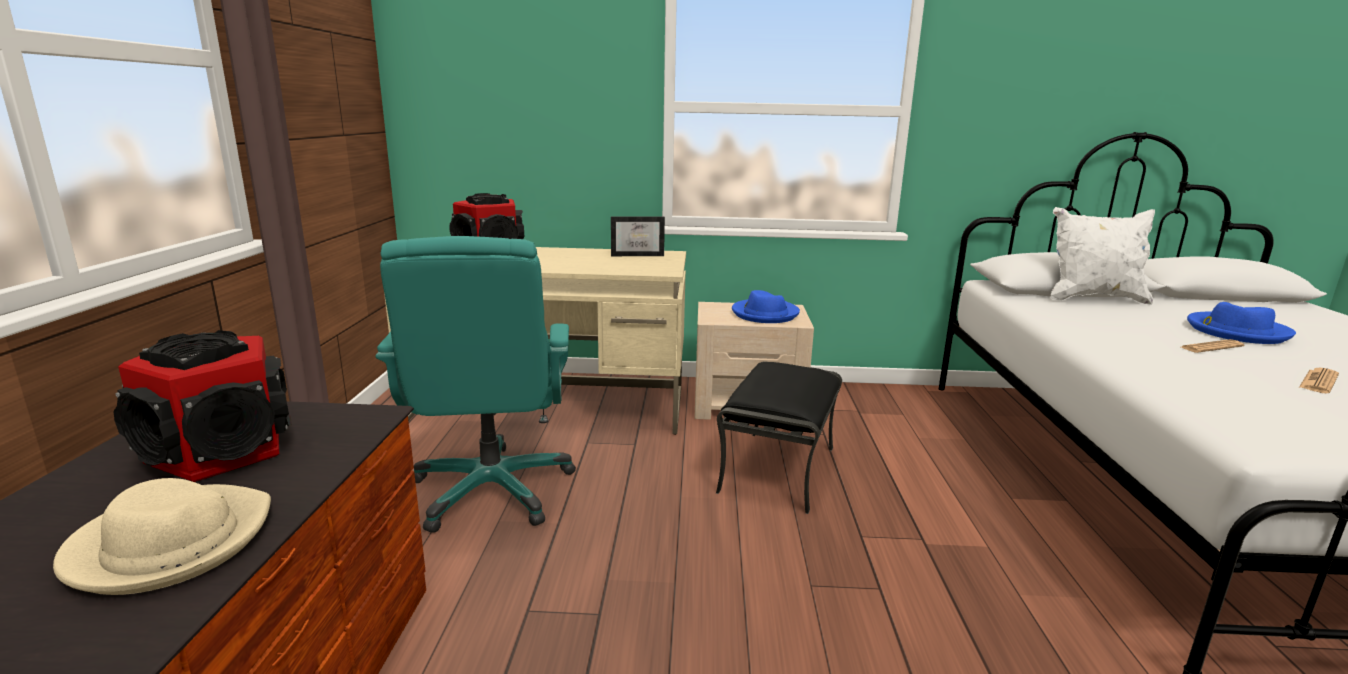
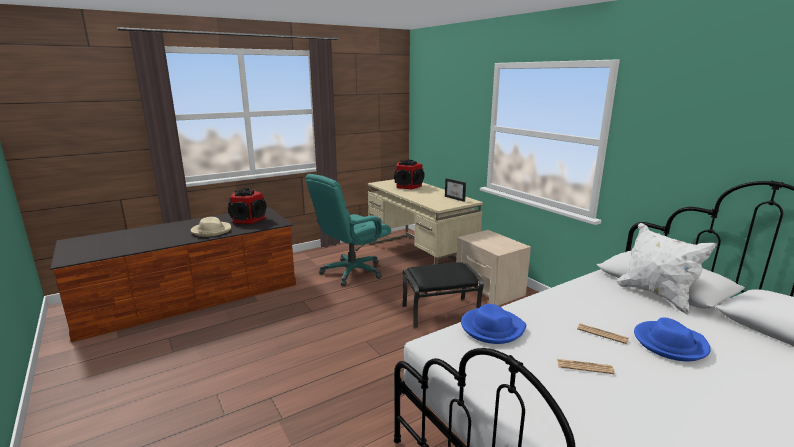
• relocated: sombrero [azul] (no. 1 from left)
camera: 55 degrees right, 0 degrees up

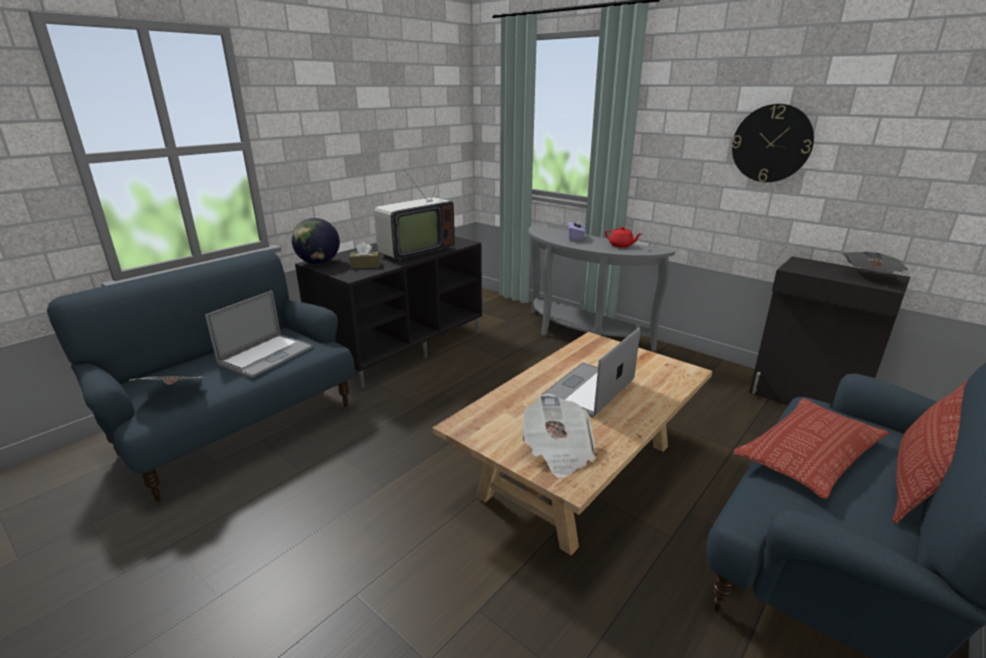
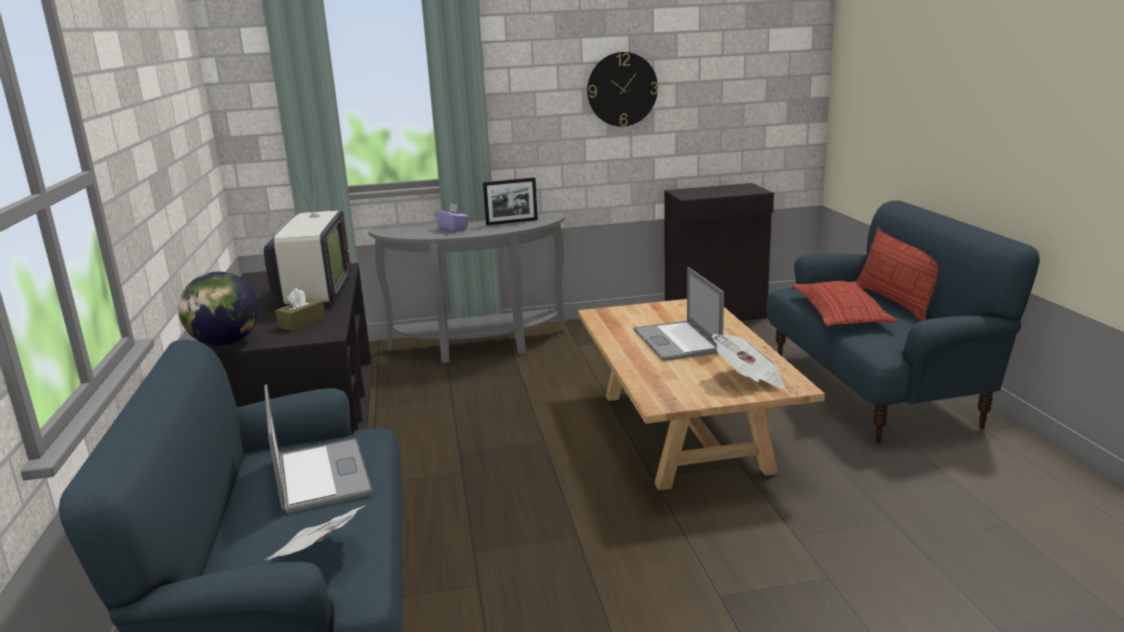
• exchanged: tetera [rojo] to portarretratos
• missing: periódico (no. 3 from left)
camera: 50 degrees left, 5 degrees down

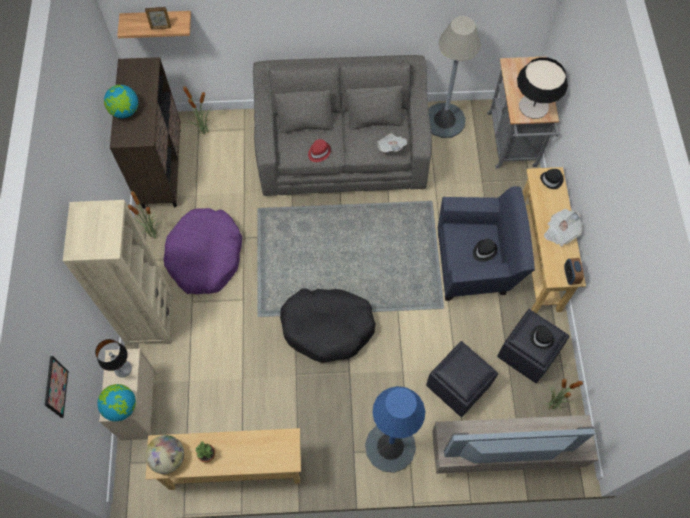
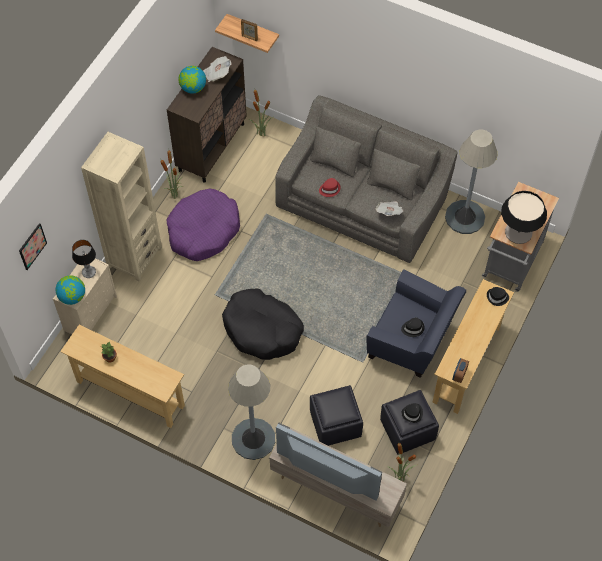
• relocated: periódico (no. 2 from left in the first image) to periódico (no. 1 from left)
• colour: lámpara de pie [azul] to lámpara de pie [gris] (no. 1 from left)
• missing: globo terráqueo (no. 3 from left)
camera: 30 degrees right, 5 degrees down

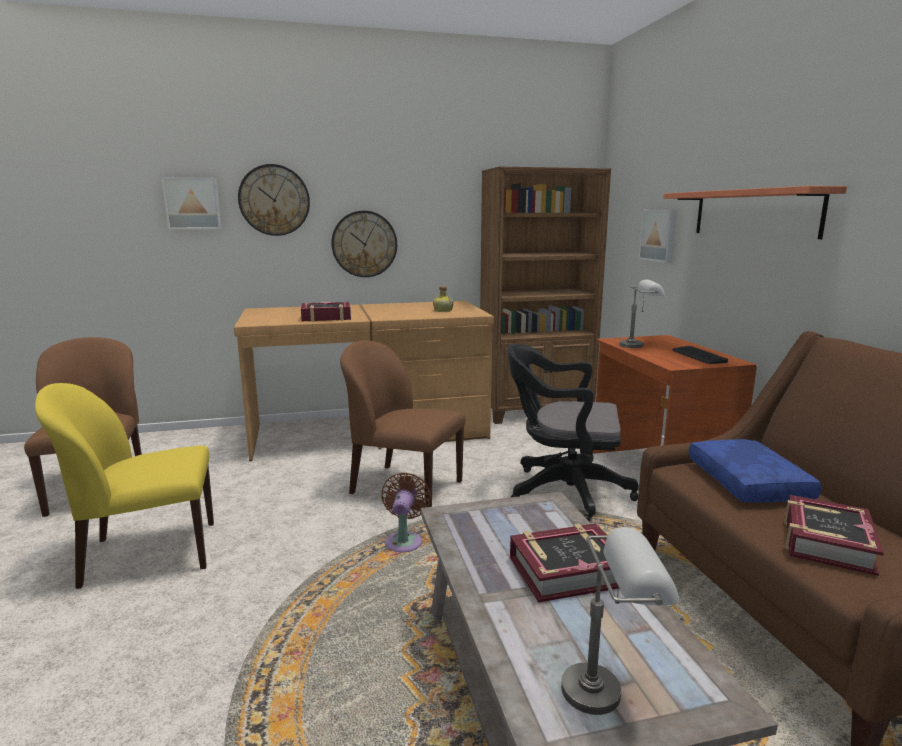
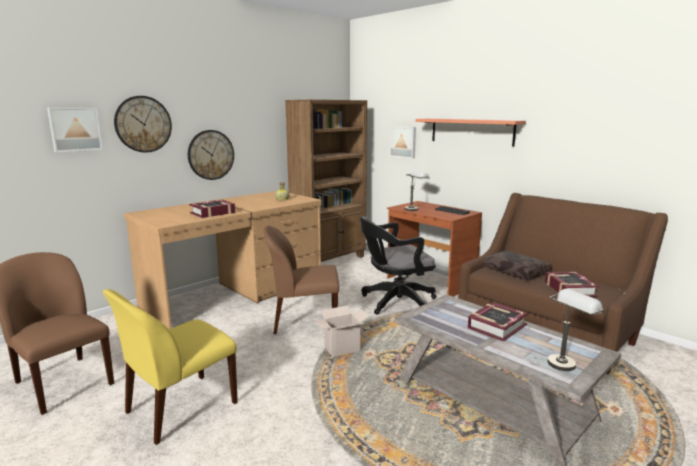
• exchanged: ventilador [marrón] to caja de cartón
• colour: cojín [azul] to cojín [marrón]
camera: 30 degrees left, 0 degrees up

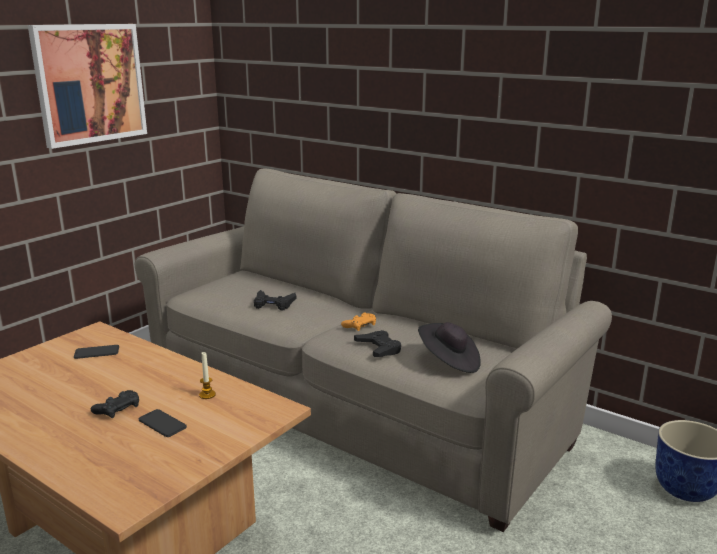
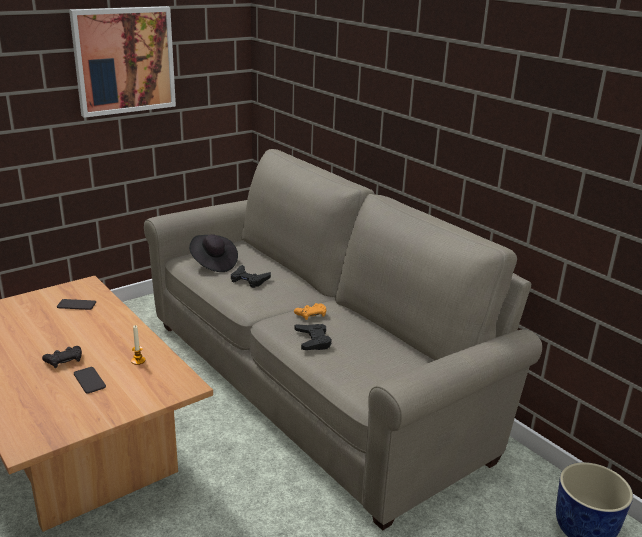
• relocated: sombrero [negro]
camera: 15 degrees right, 5 degrees up

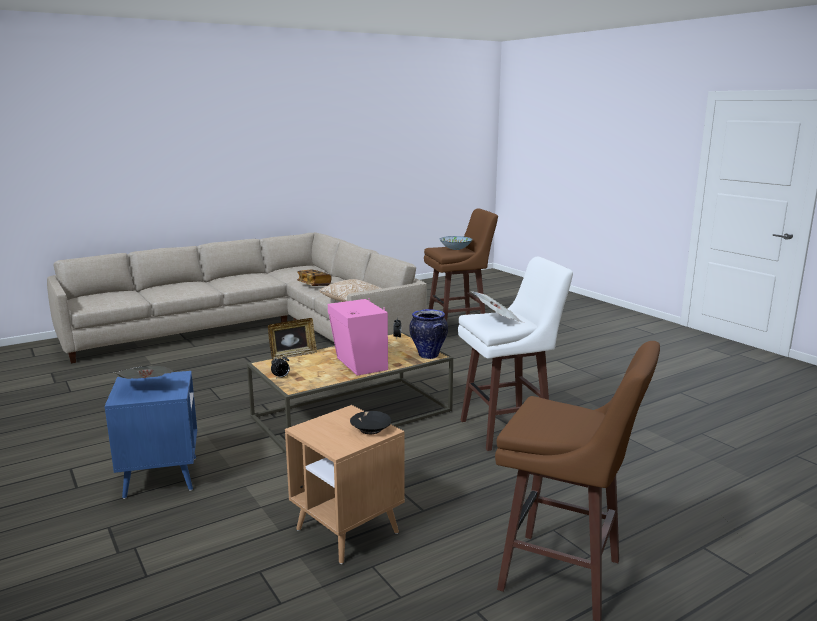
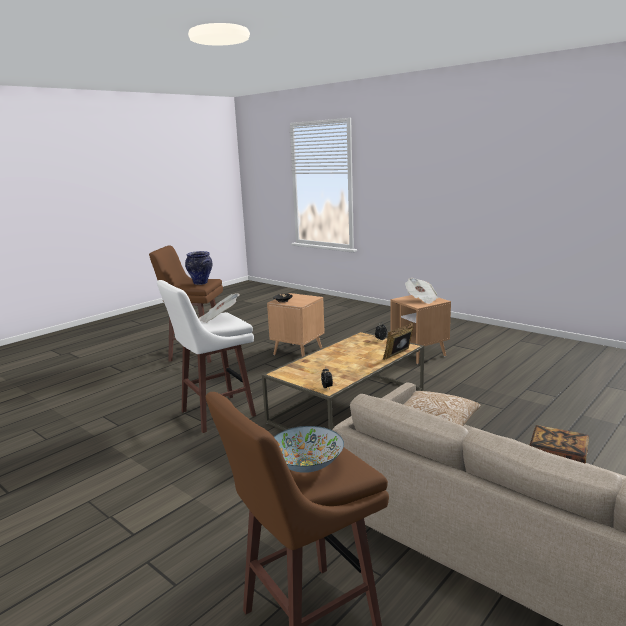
• relocated: florero
• colour: mesa auxiliar [azul] to mesa auxiliar [marrón] (no. 2 from left)
• missing: altavoz [rosa]
camera: 165 degrees right, 0 degrees up

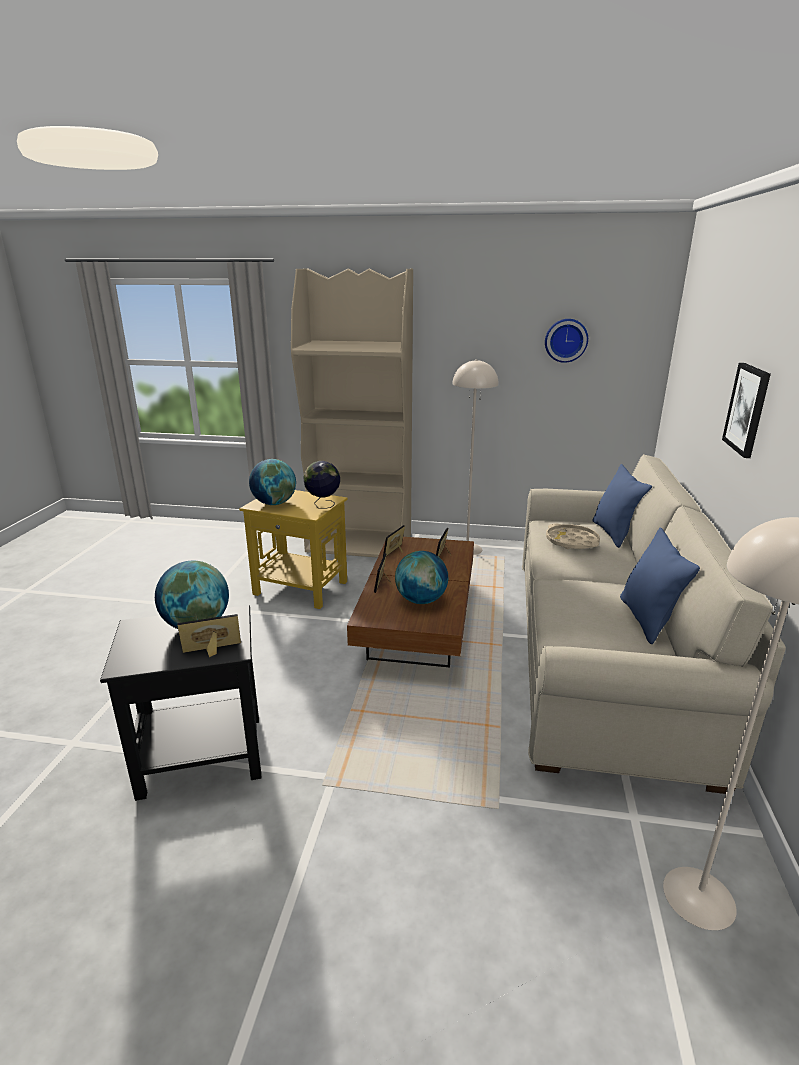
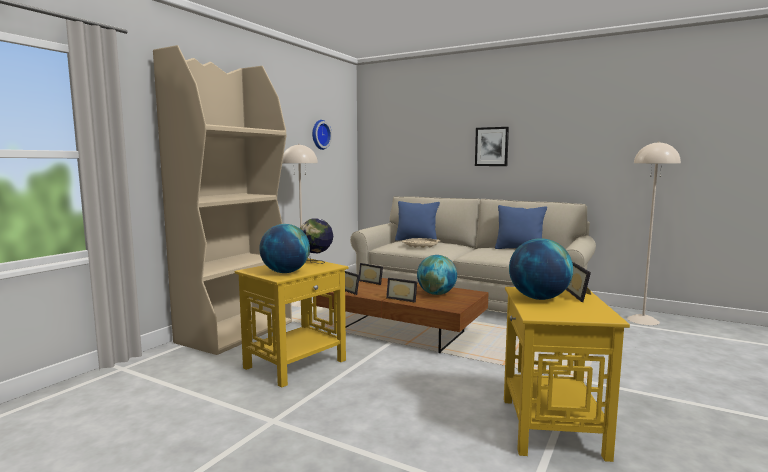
• colour: mesa auxiliar [negro] to mesa auxiliar [amarillo] (no. 2 from left)
camera: 70 degrees left, 15 degrees down

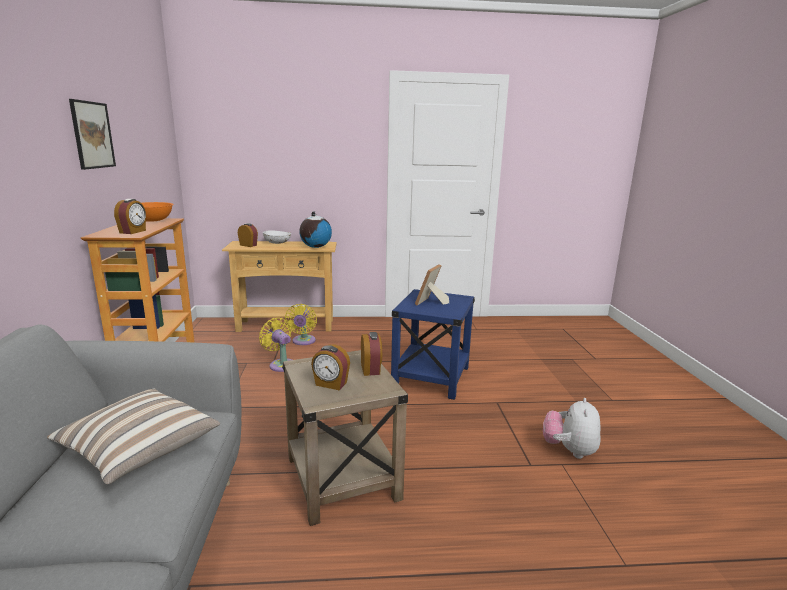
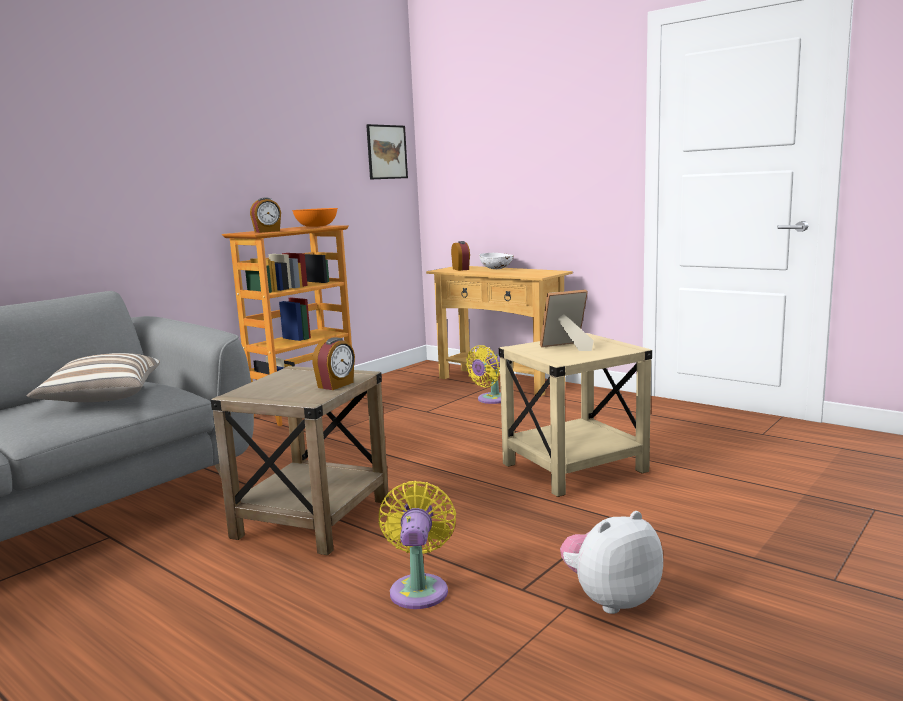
• relocated: cuadro
• relocated: ventilador [amarillo] (no. 1 from left)
• colour: mesa auxiliar [azul] to mesa auxiliar [beis] (no. 2 from left)
• missing: globo terráqueo
• missing: despertador (no. 3 from left)
camera: 45 degrees right, 5 degrees down

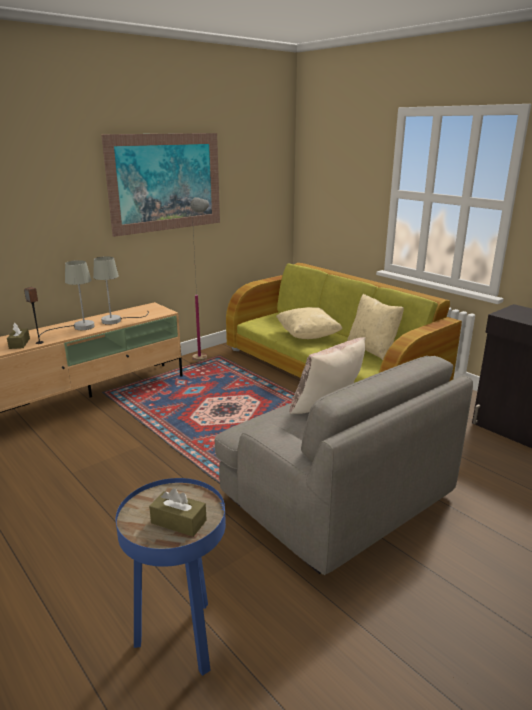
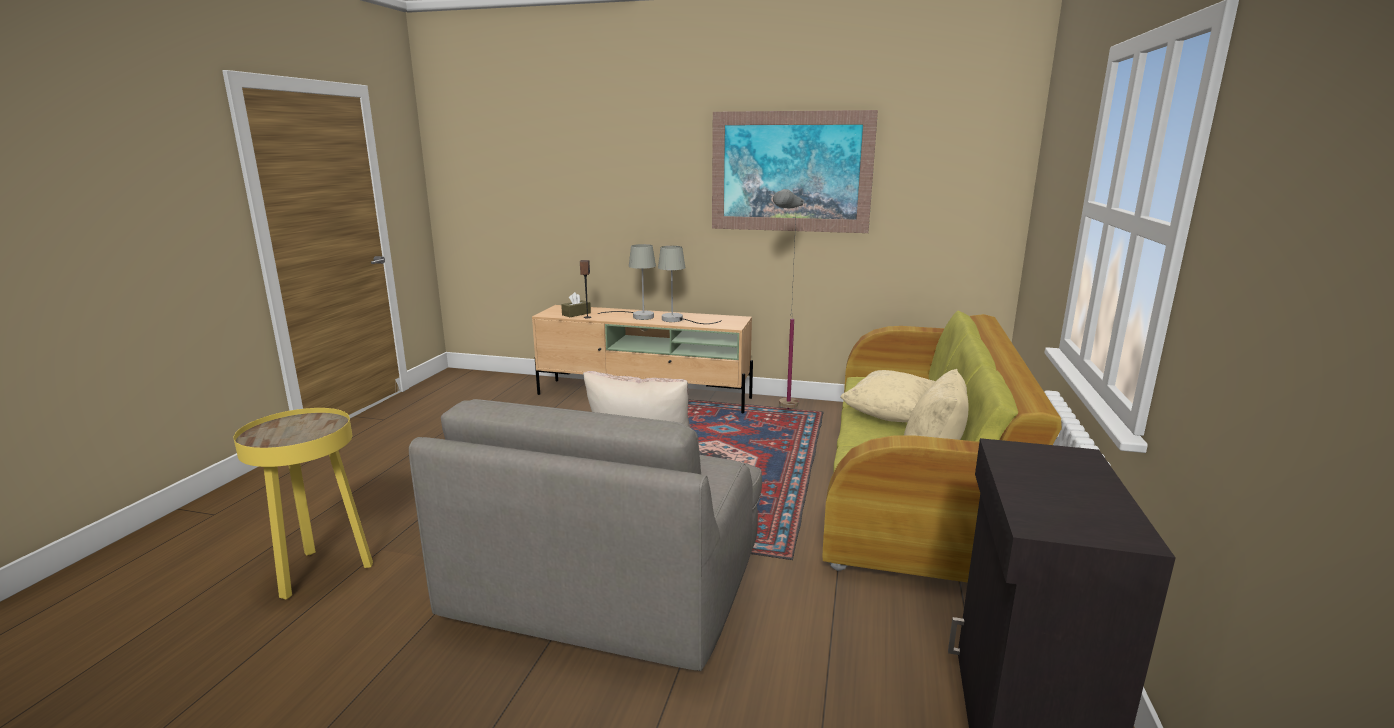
• colour: mesa auxiliar [azul] to mesa auxiliar [amarillo]
• missing: caja de pañuelos [marrón] (no. 2 from left)
camera: 55 degrees right, 5 degrees down

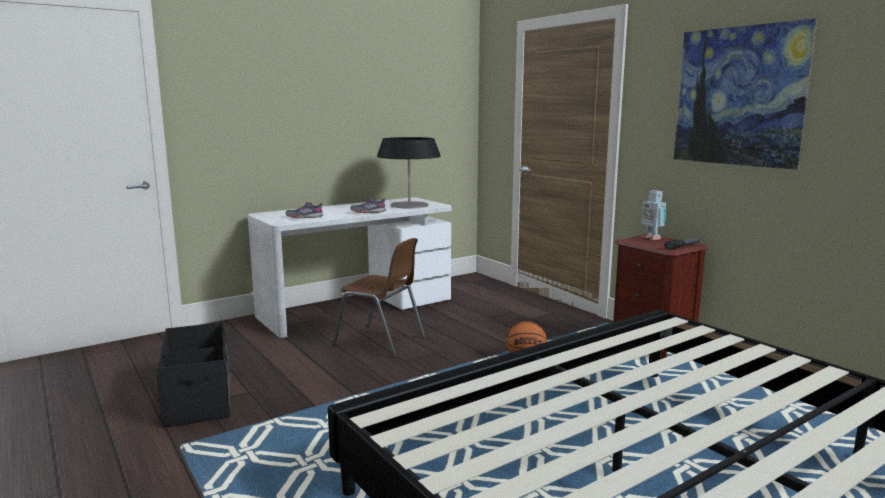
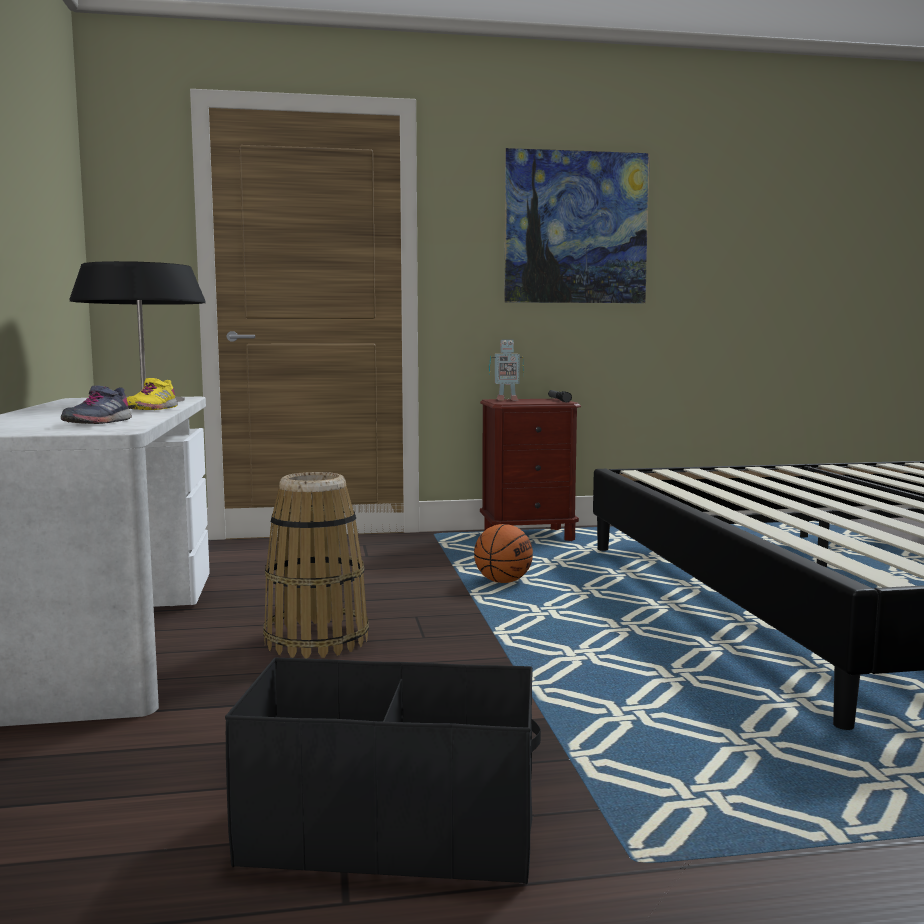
• colour: zapato [gris] (no. 2 from left) to zapato [amarillo]
• exchanged: silla [marrón] to cesta
camera: 65 degrees left, 5 degrees down

